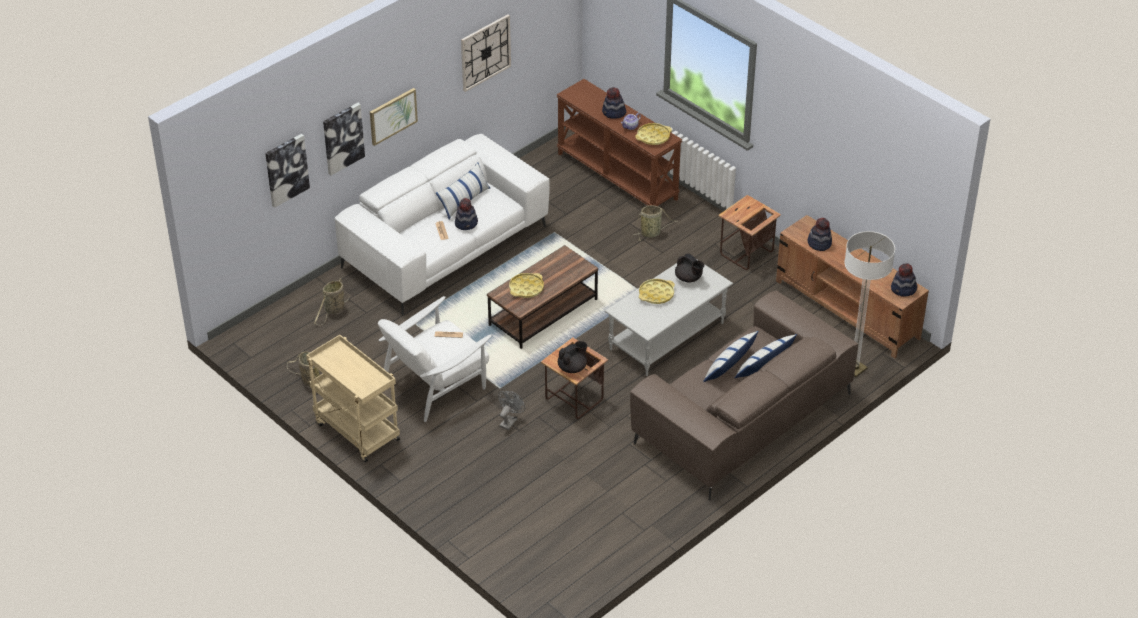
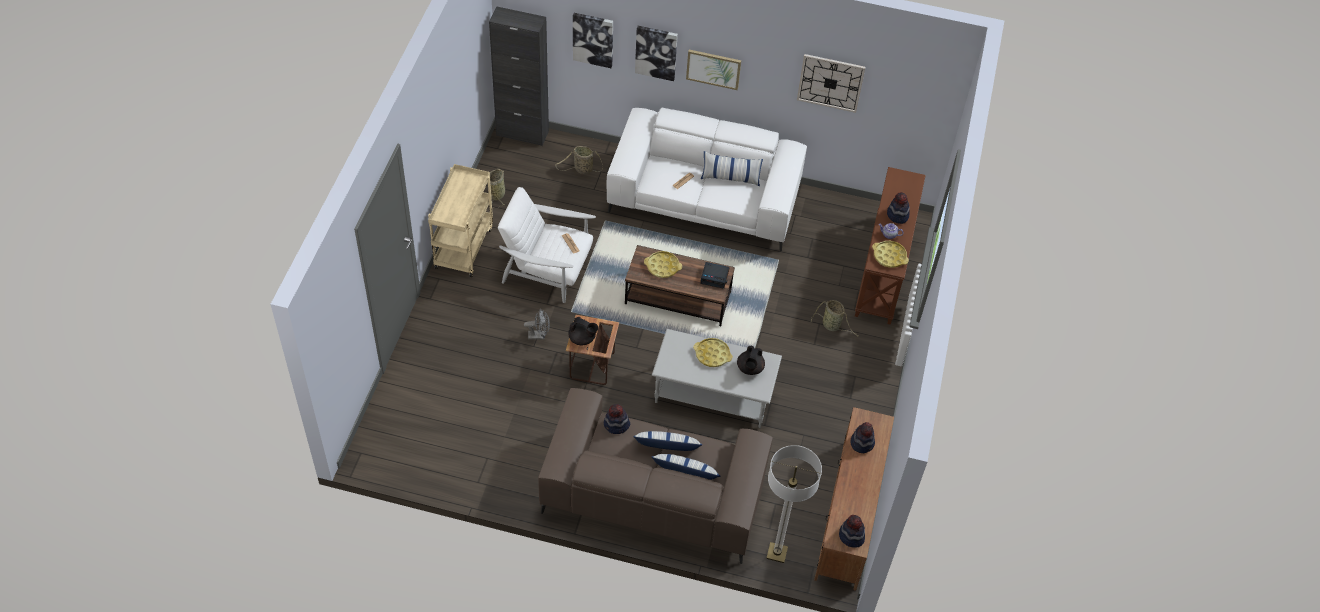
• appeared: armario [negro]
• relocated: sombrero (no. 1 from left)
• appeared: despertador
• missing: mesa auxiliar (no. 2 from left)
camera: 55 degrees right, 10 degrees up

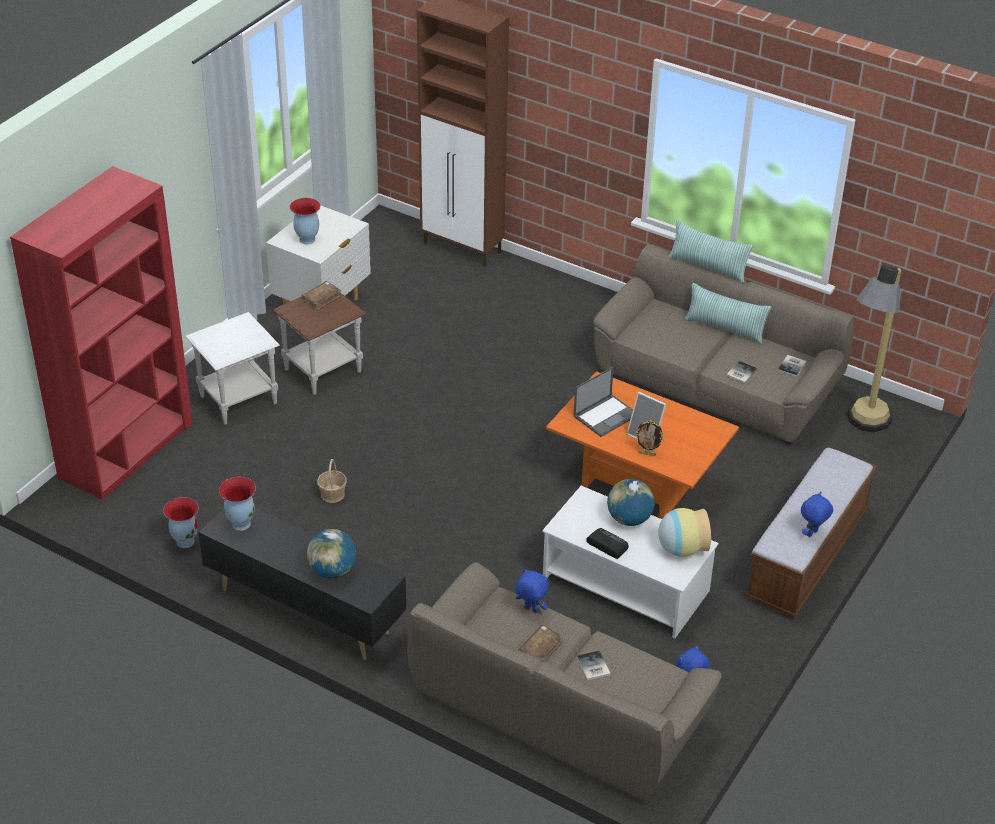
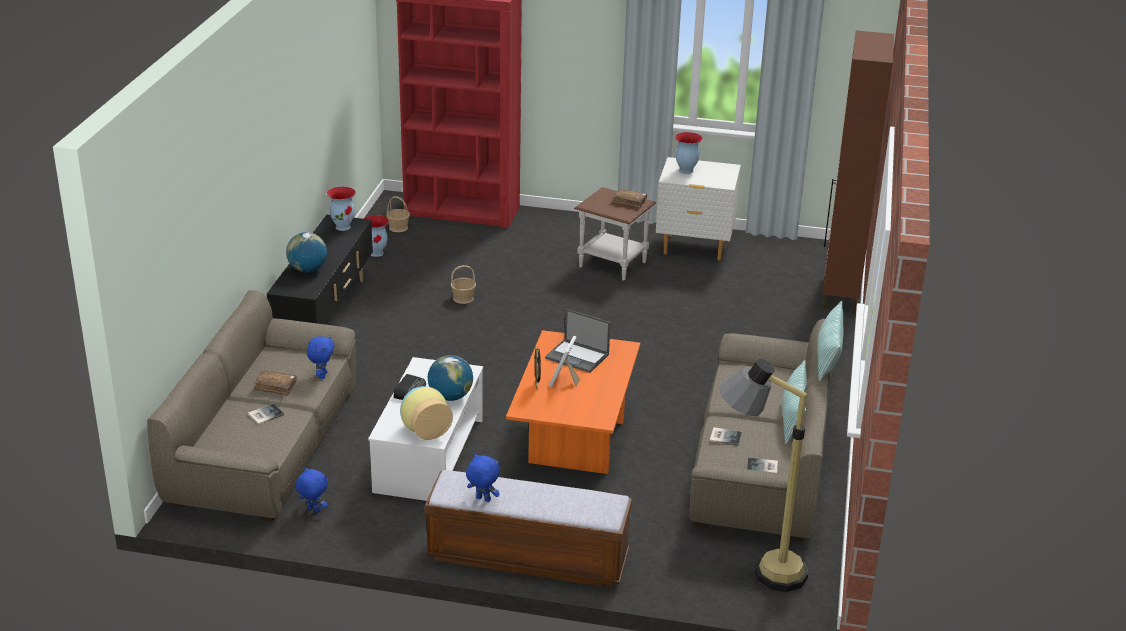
• appeared: cesta (no. 1 from left)
• missing: mesa auxiliar [blanco]
camera: 70 degrees right, 10 degrees down

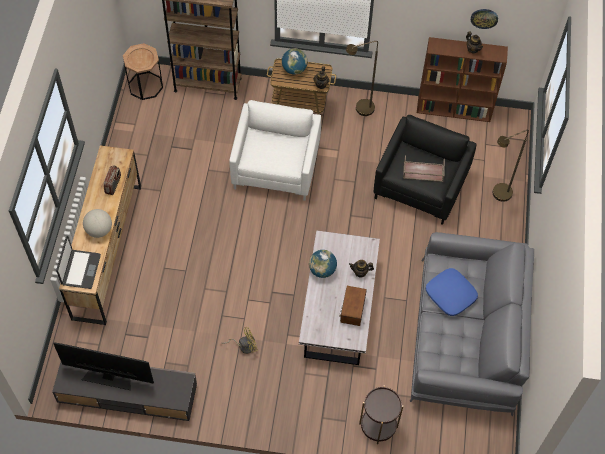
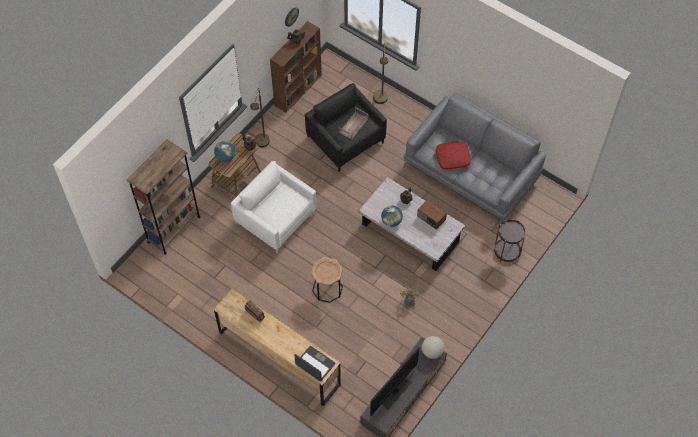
• relocated: mesa auxiliar [marrón] (no. 1 from left)
• relocated: globo terráqueo (no. 1 from left in the first image) to globo terráqueo (no. 3 from left)
• colour: cojín [azul] to cojín [rojo]
camera: 60 degrees left, 0 degrees up

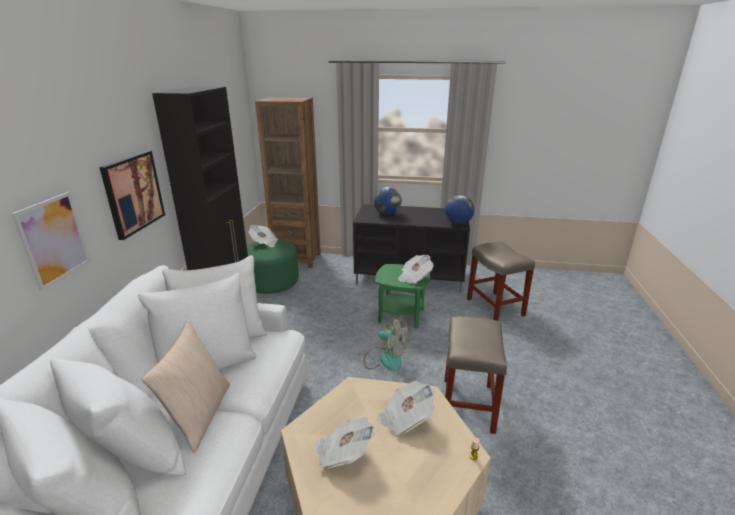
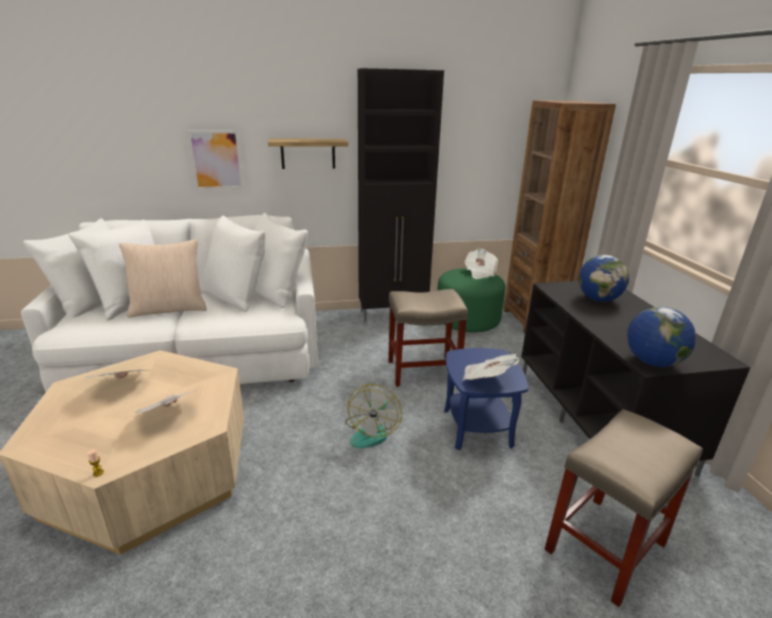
• exchanged: cuadro (no. 2 from left) to estante
• relocated: taburete [beis] (no. 1 from left)
• colour: mesa auxiliar [verde] to mesa auxiliar [azul]
camera: 70 degrees right, 0 degrees up

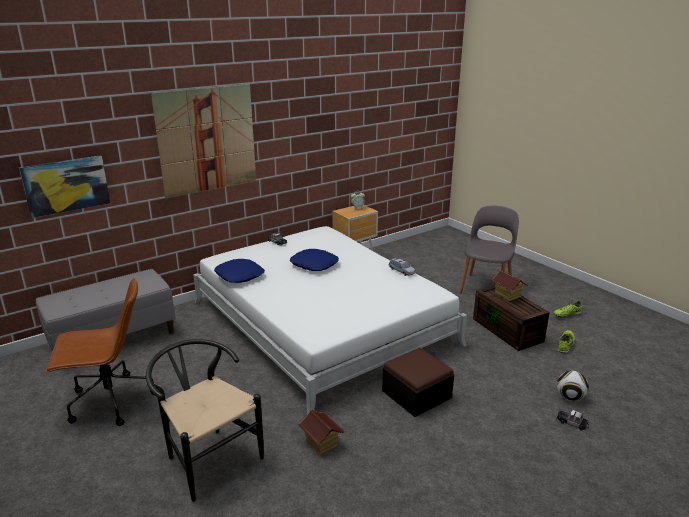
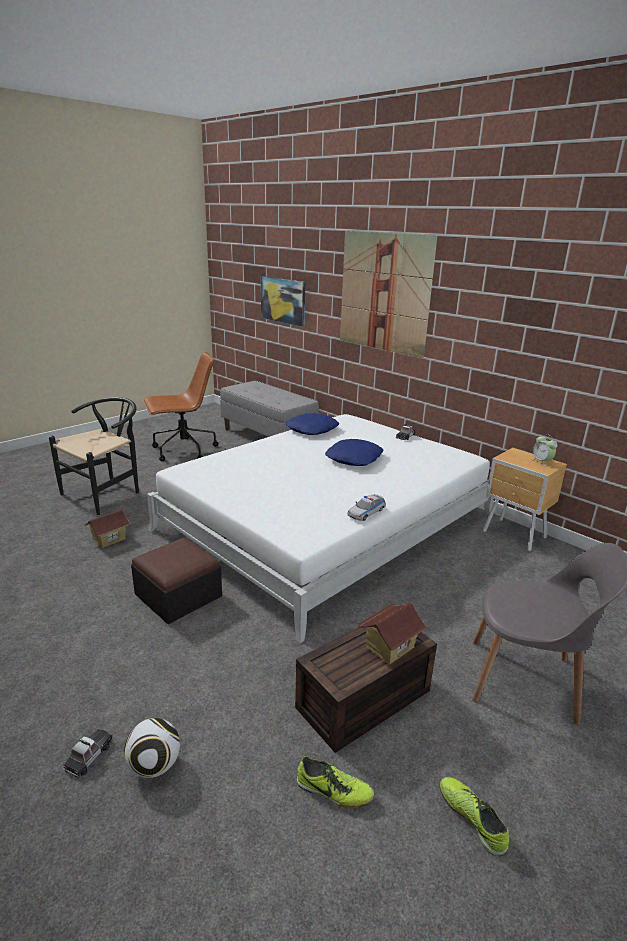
• spun: silla de oficina [marrón] 90 degrees counterclockwise
camera: 80 degrees right, 0 degrees up

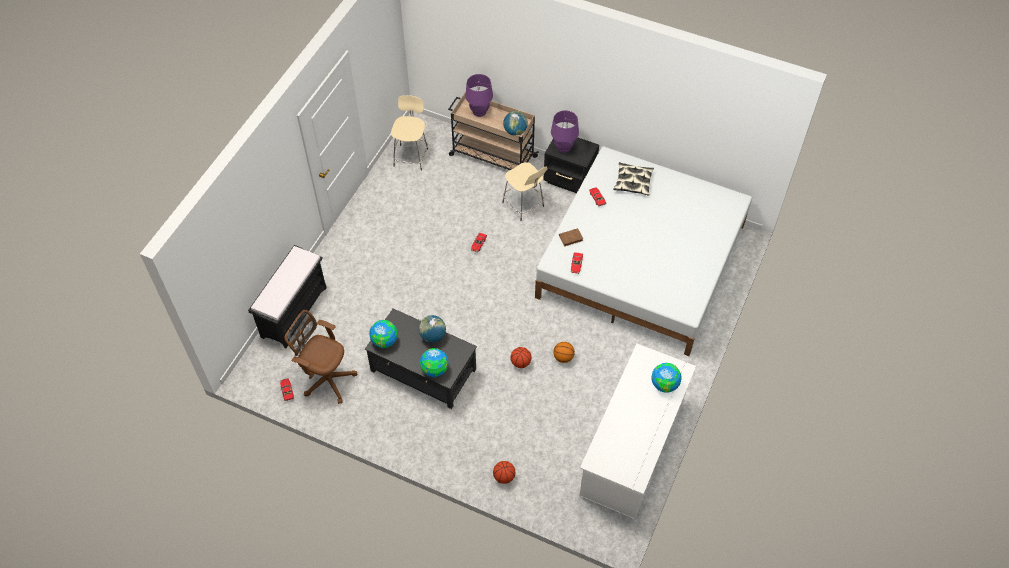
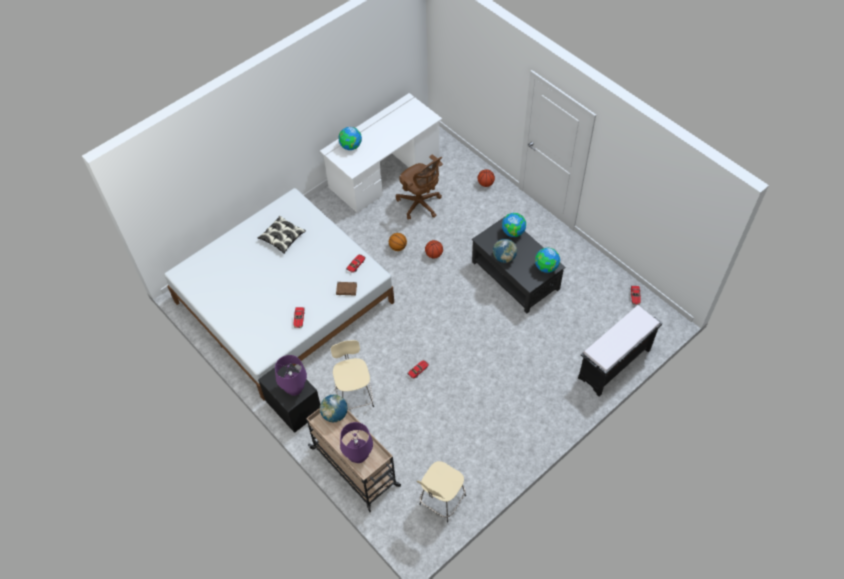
• relocated: cojín
• relocated: silla de oficina [marrón]
camera: 155 degrees left, 0 degrees up

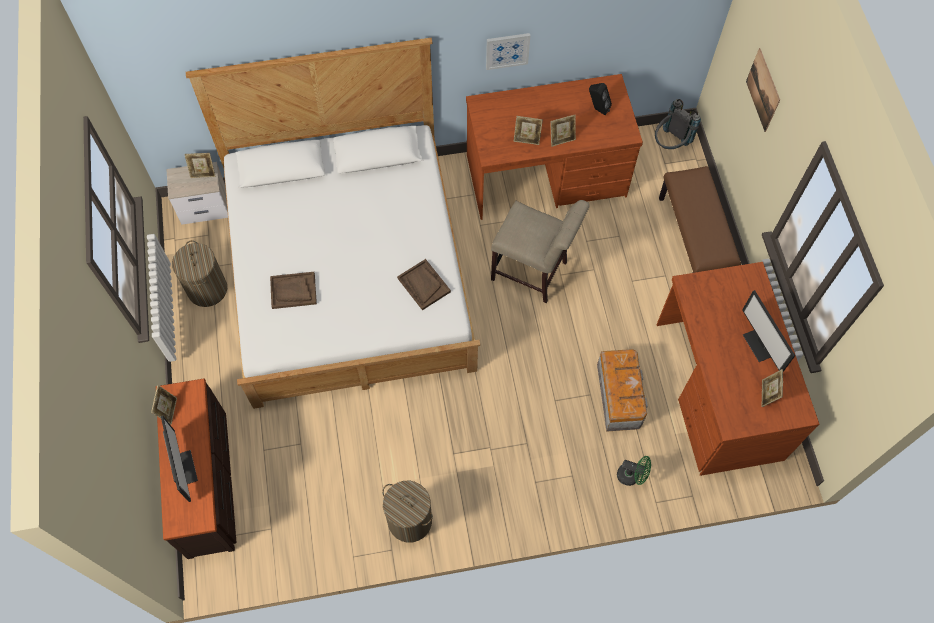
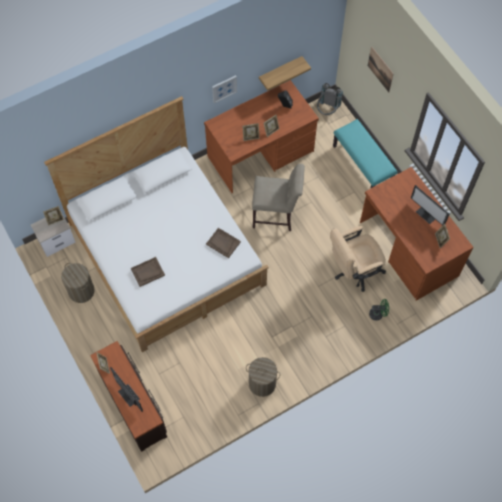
• appeared: estante
• exchanged: caja de almacenaje to silla de oficina [beis]
• colour: banco [marrón] to banco [turquesa]
camera: 20 degrees left, 0 degrees up

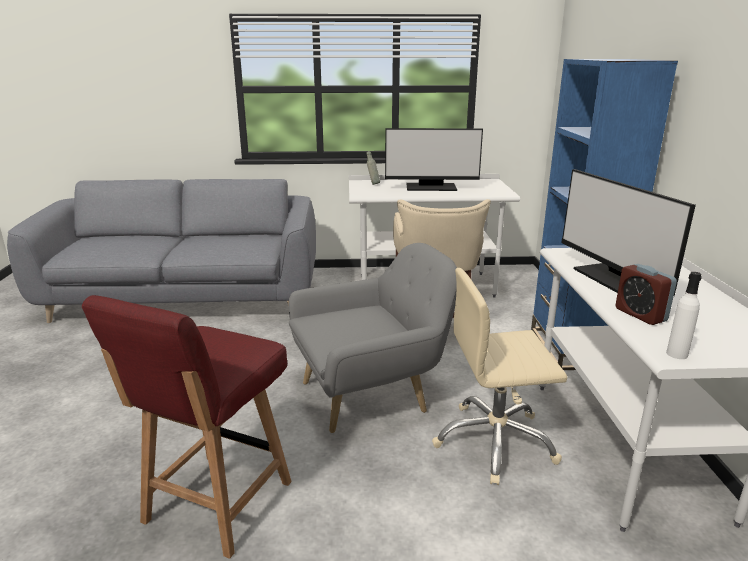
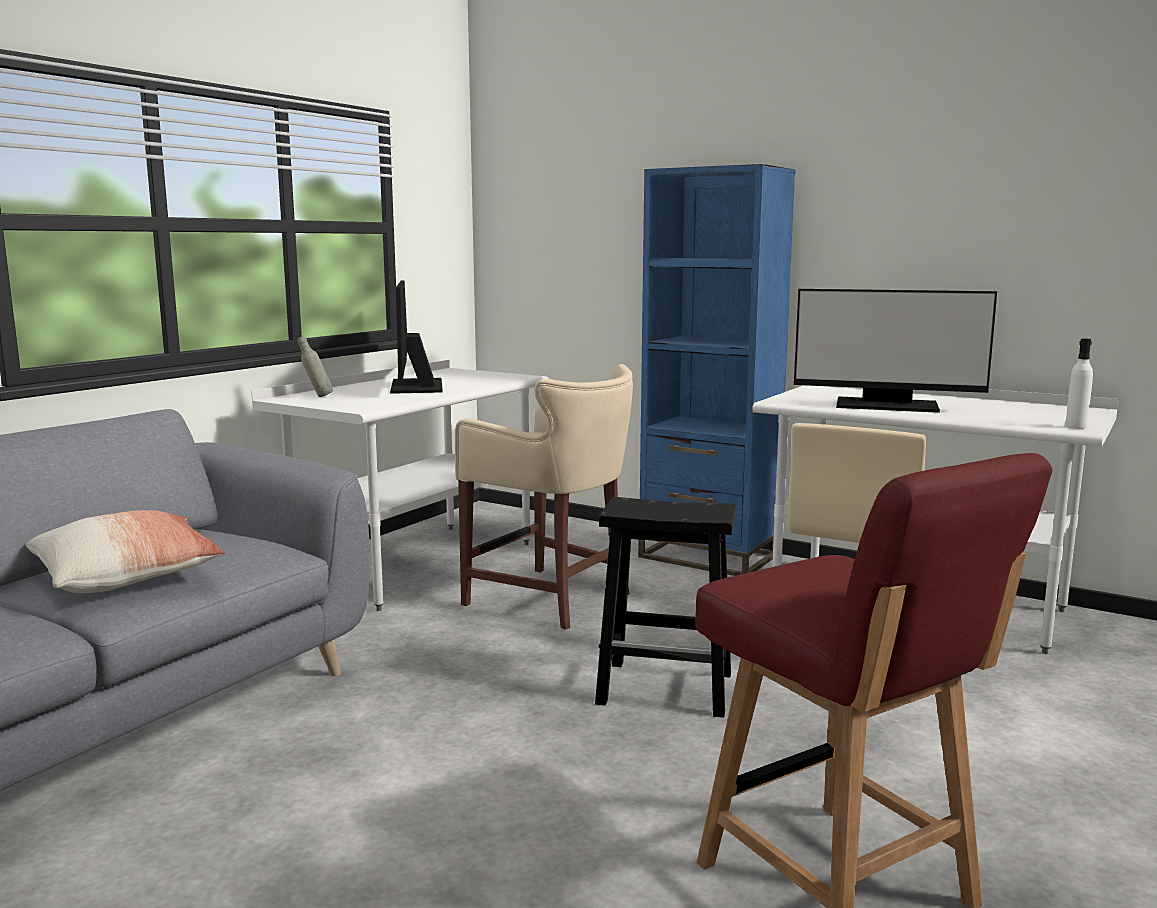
• appeared: cojín
• spun: monitor (no. 1 from left) 135 degrees clockwise
• exchanged: sillón [gris] to taburete [negro]
• missing: despertador
camera: 55 degrees left, 10 degrees down

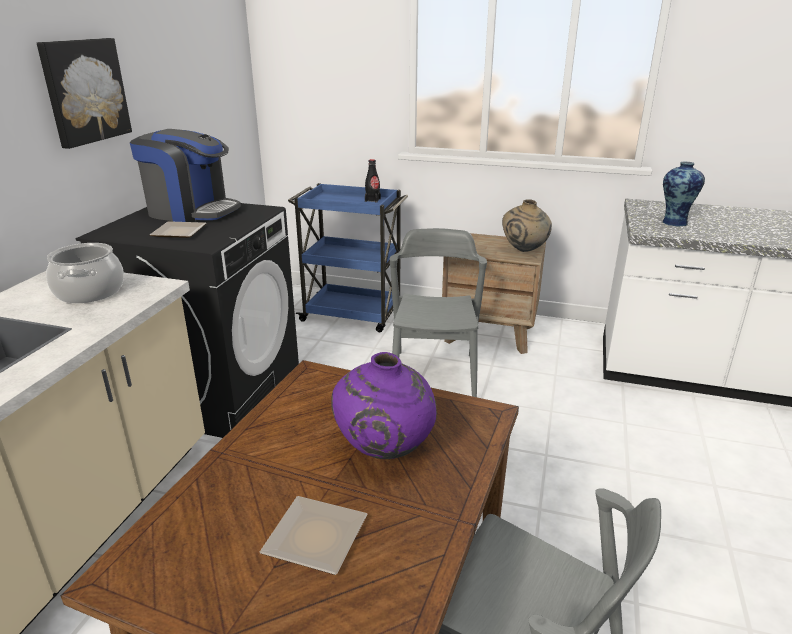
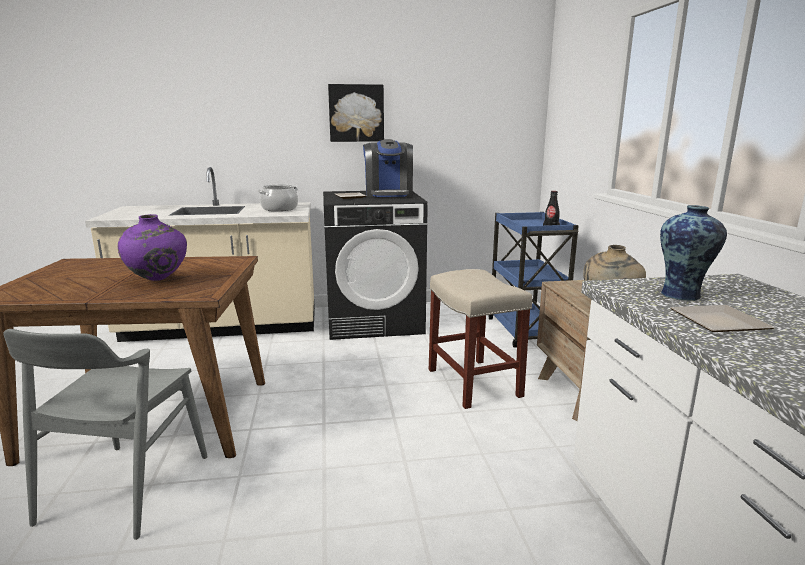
• exchanged: silla [gris] (no. 1 from left) to taburete [beis]
• relocated: plato (no. 2 from left)
camera: 65 degrees right, 10 degrees down

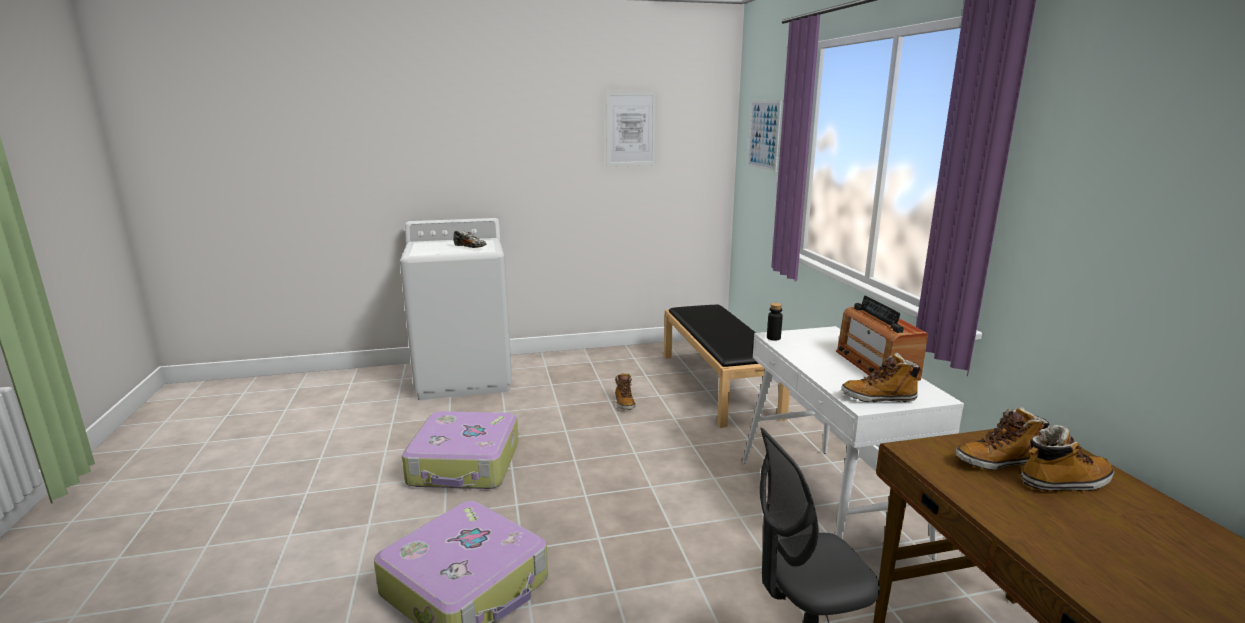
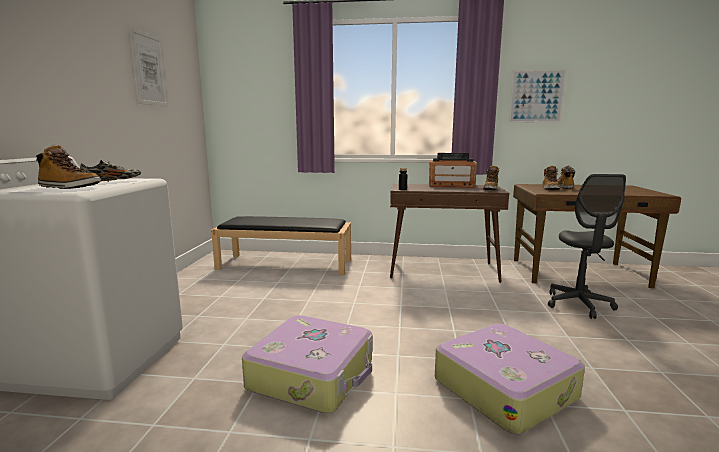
• relocated: bota (no. 1 from left)
• colour: mesa consola [blanco] to mesa consola [marrón]
• relocated: cuadro (no. 2 from left)
camera: 70 degrees left, 5 degrees down

